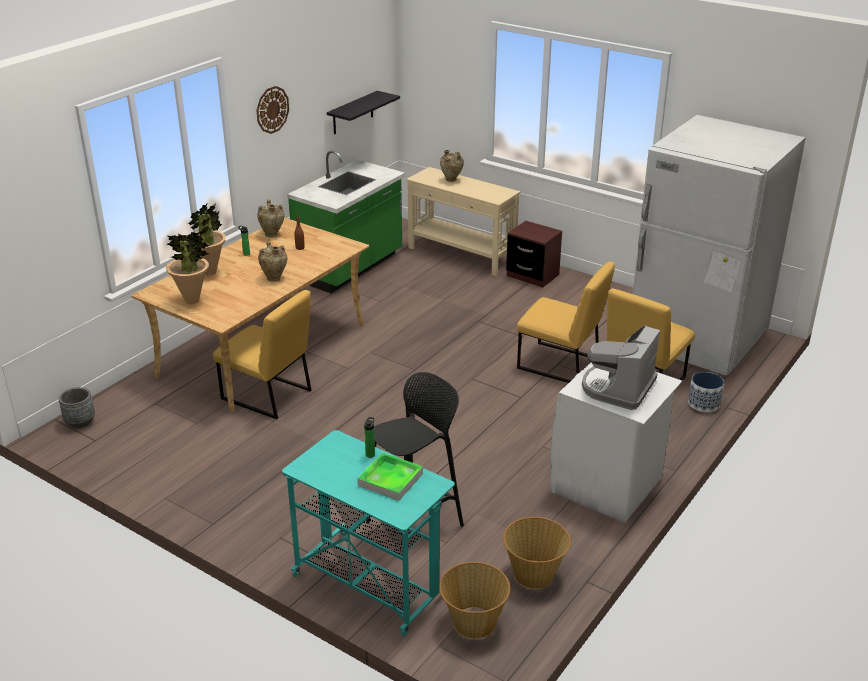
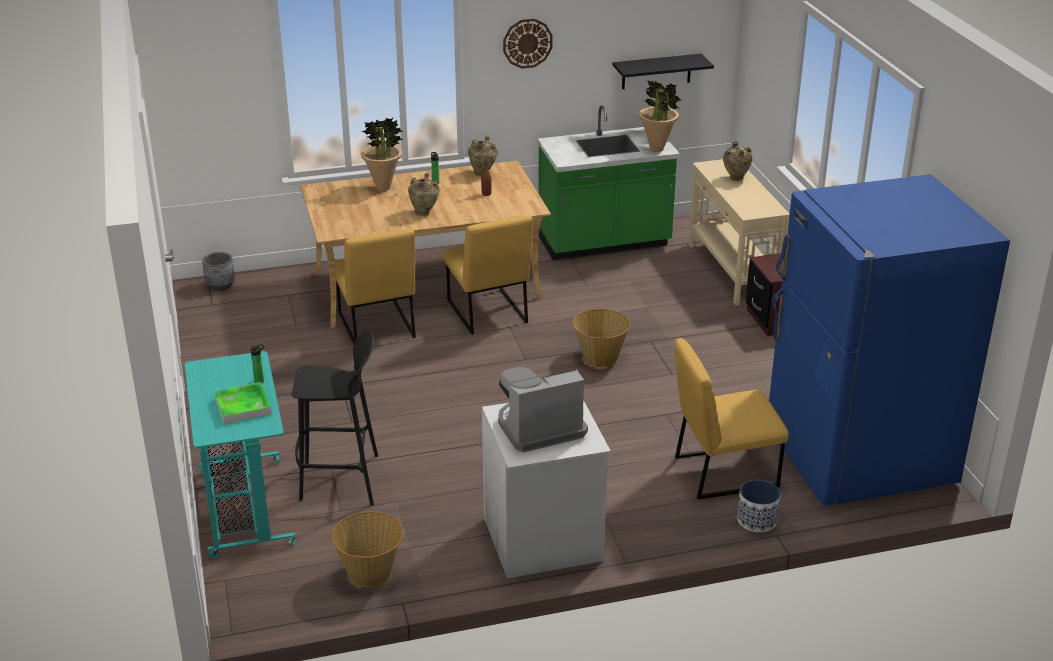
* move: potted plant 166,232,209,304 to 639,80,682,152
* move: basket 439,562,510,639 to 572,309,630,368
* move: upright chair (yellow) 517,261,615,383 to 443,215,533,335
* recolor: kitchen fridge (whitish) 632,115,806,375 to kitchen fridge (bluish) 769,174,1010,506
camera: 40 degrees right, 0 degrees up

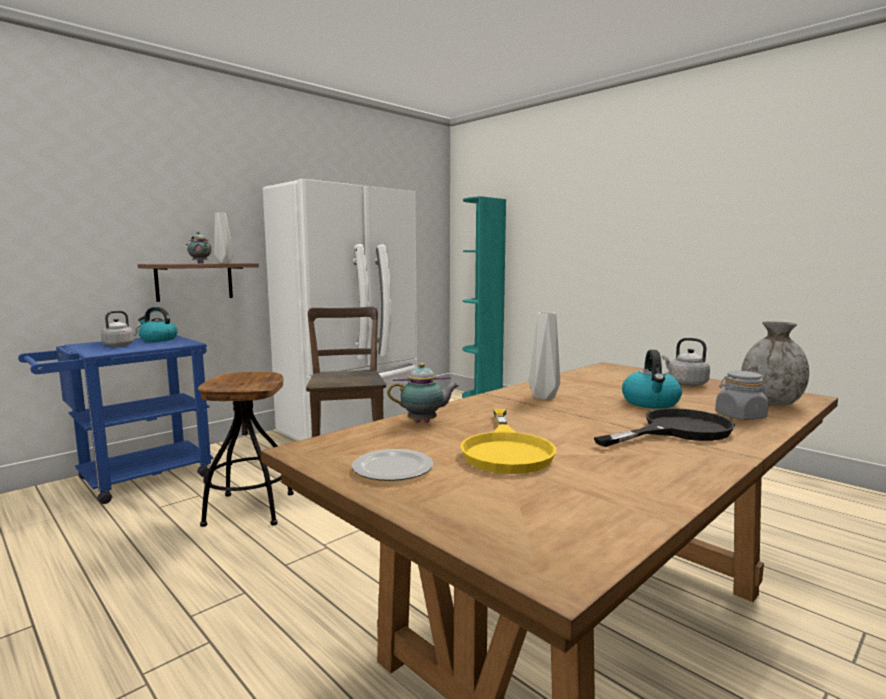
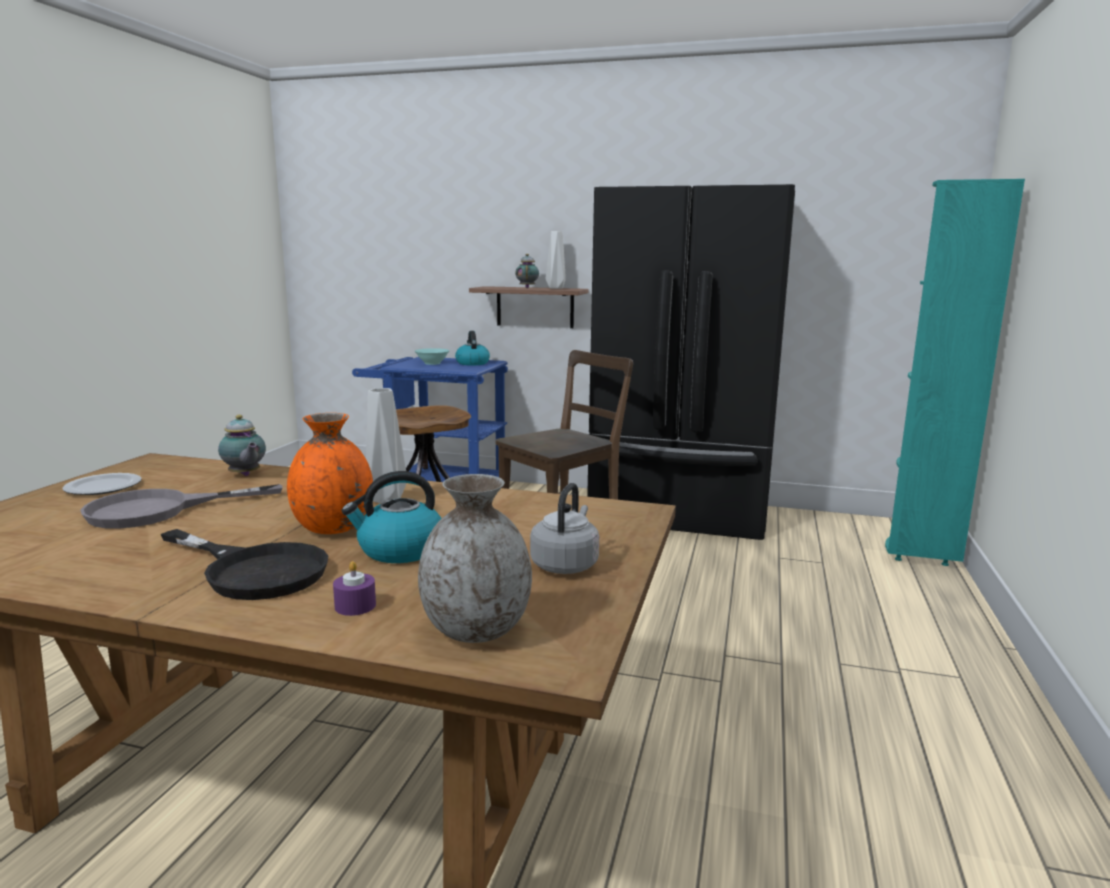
* replace: water kettle (gray) 101,311,141,347 to serving bowl (blue-green) 415,348,450,365
* recolor: kitchen fridge (whitish) 263,179,417,441 to kitchen fridge (black) 587,184,795,540
* recolor: skillet (yellow) 460,409,556,474 to skillet (gray) 80,484,283,528
* replace: preserve jar (gray) 715,371,769,420 to wax candle (purplish) 333,561,376,616
* insert: flower vase (orange-coloured) 287,413,373,534
camera: 60 degrees right, 5 degrees up

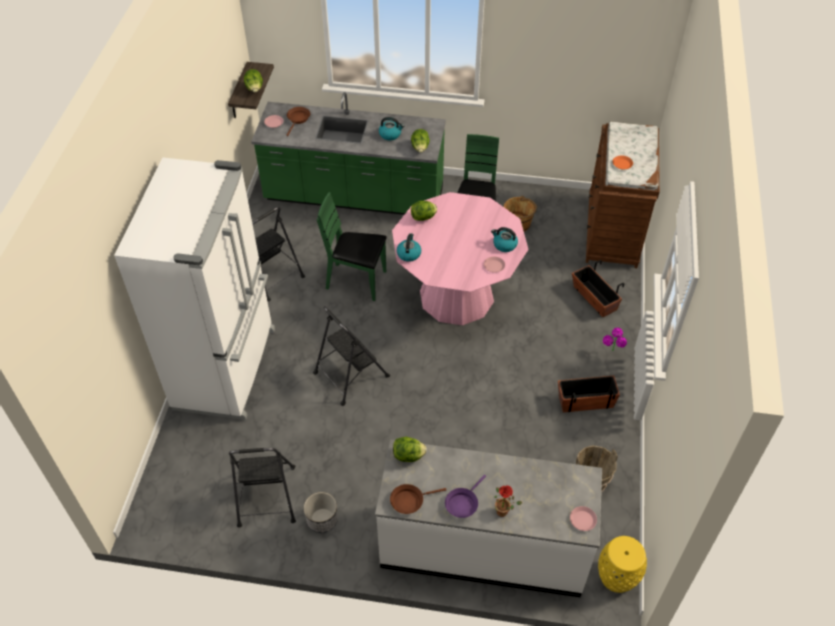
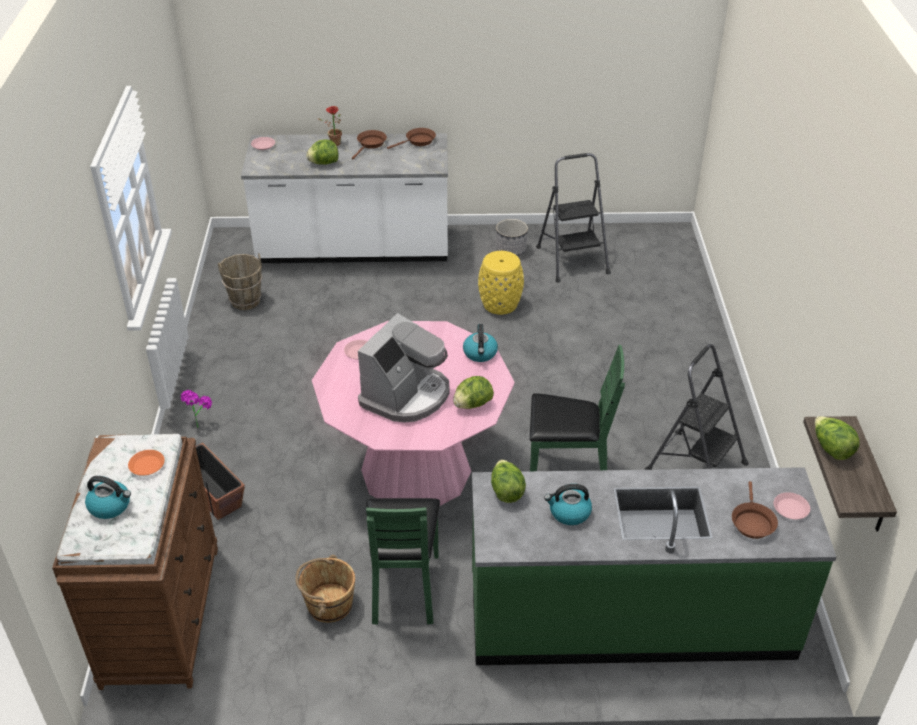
* delete: kitchen fridge (whitish) 114,157,275,420
* delete: stepladder (black) 313,306,390,406
* move: lettuce 393,437,427,462 to 306,139,339,165
* recolor: skillet (purplish) 445,475,486,518 to skillet (brown) 352,130,387,159
* move: water kettle 491,227,518,252 to 85,476,131,519
* delete: planter 558,376,620,412
* move: stool seat (yellow) 598,536,647,593 to 478,251,524,315
* insert: coffee machine 358,313,450,423
camera: 170 degrees right, 10 degrees down

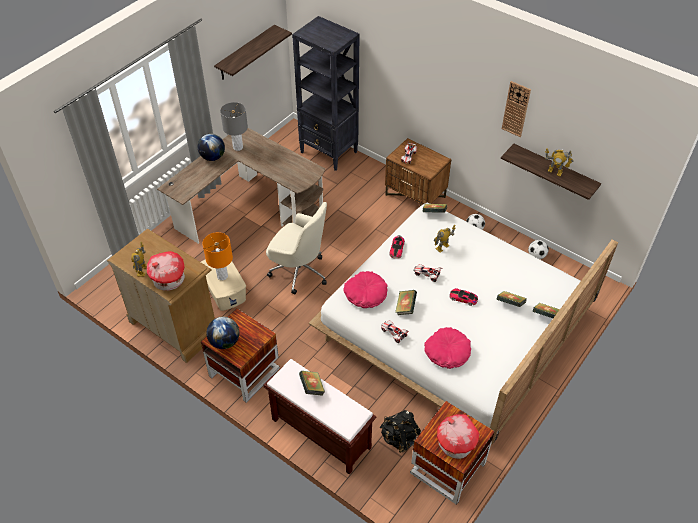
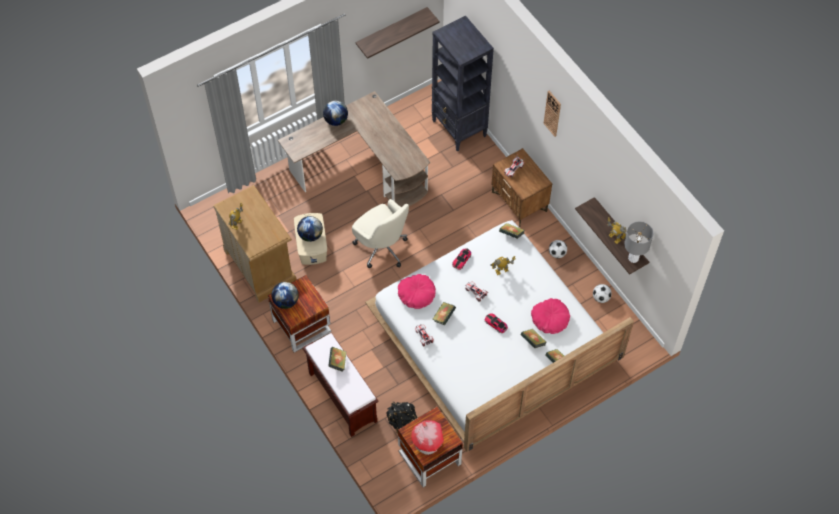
* delete: miniature house 147,251,185,291
* replace: tabletop lamp (orange-coloured) 202,232,233,280 to desk globe 297,216,323,242
* move: tabletop lamp (gray) 220,102,248,151 to 624,222,653,263
* move: throw pillow (pink-coloured) 424,327,471,369 to 531,298,570,334
* move: clock on the wall 502,81,531,137 to 544,91,561,137
camera: 20 degrees right, 10 degrees up

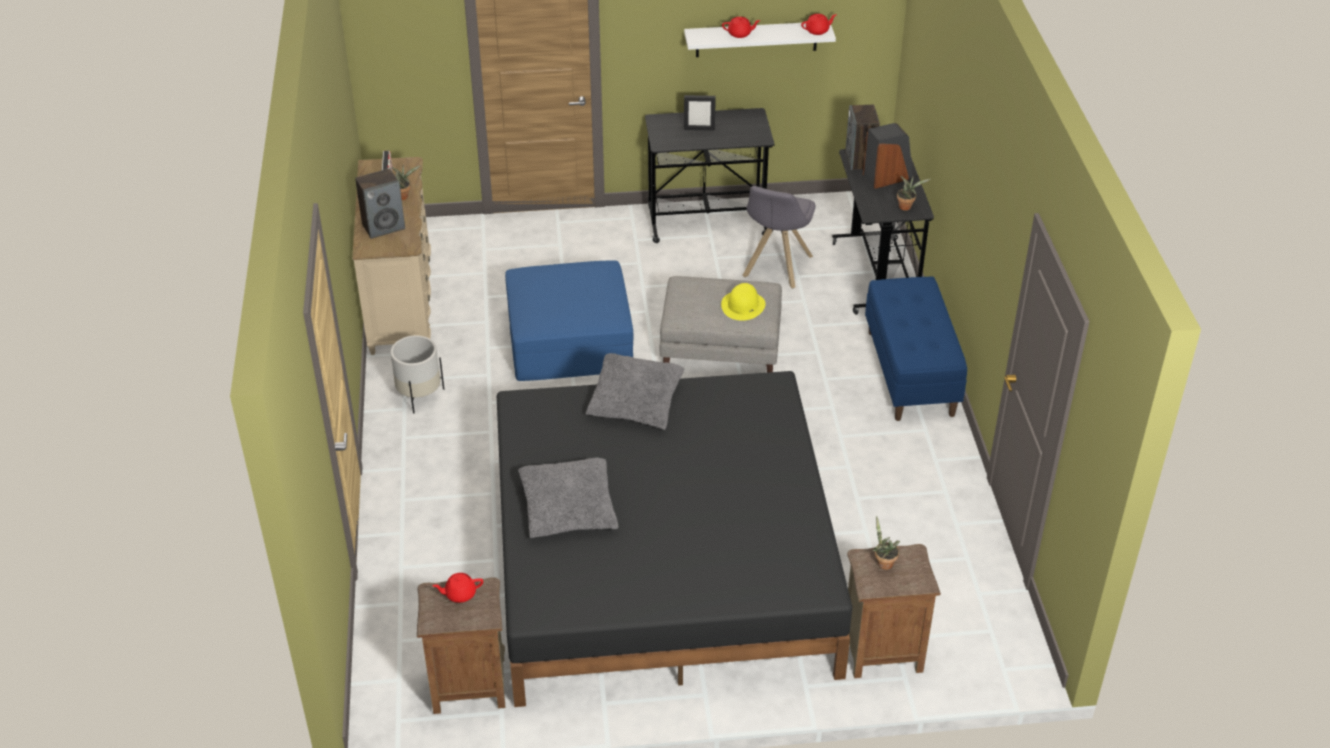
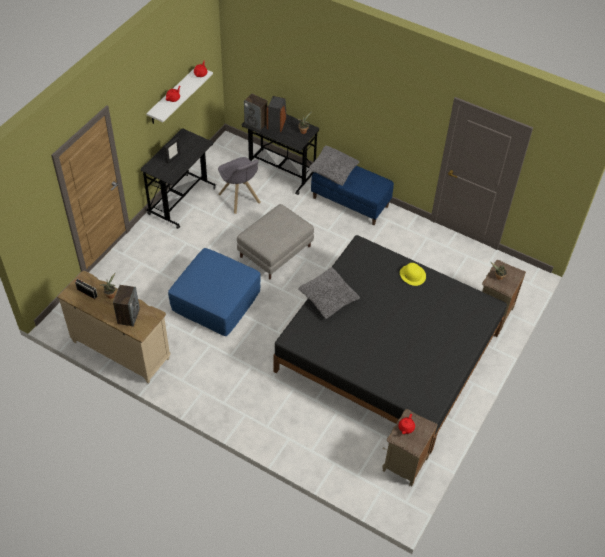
* delete: planter (whitish) 391,335,444,413
* move: throw pillow (gray) 518,458,618,538 to 308,146,359,186
* move: hat (yellow) 721,283,766,321 to 400,263,426,286
camera: 55 degrees left, 10 degrees up

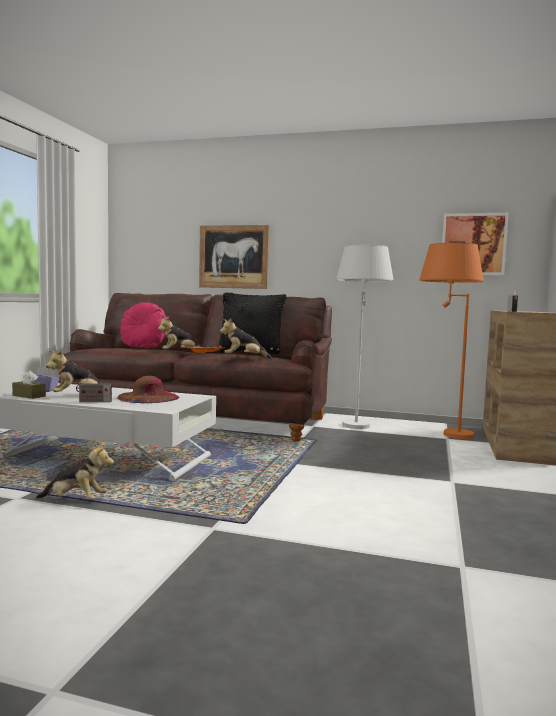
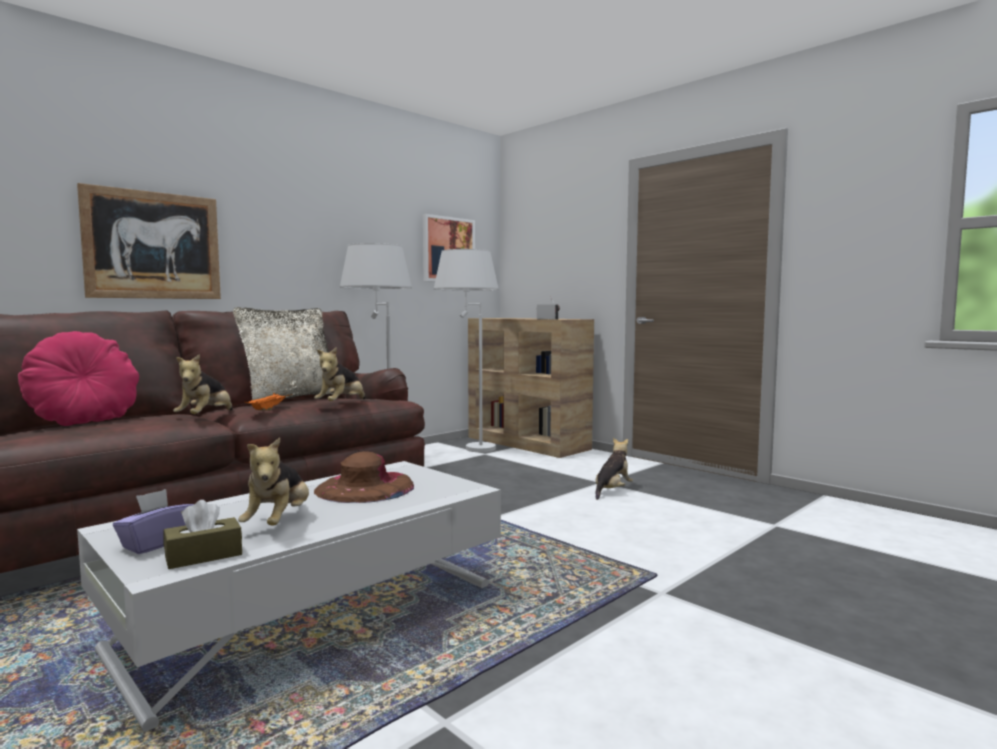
* move: plush toy 36,442,114,500 to 595,438,633,500
* delete: radio receiver 76,374,112,402
* recolor: throw pillow (black) 218,292,287,355 to throw pillow (beige-coloured) 233,307,334,400
* recolor: standing lamp (orange-coloured) 419,242,484,439 to standing lamp (whitish) 434,249,499,452
camera: 60 degrees left, 0 degrees up

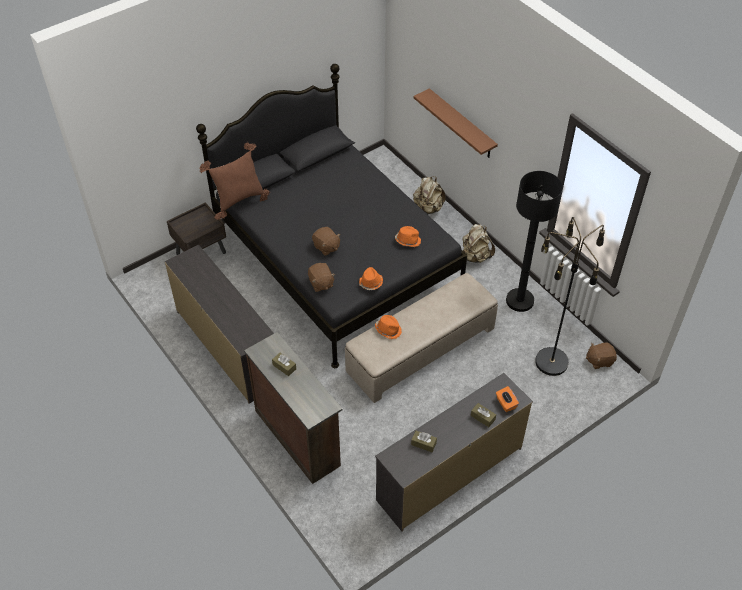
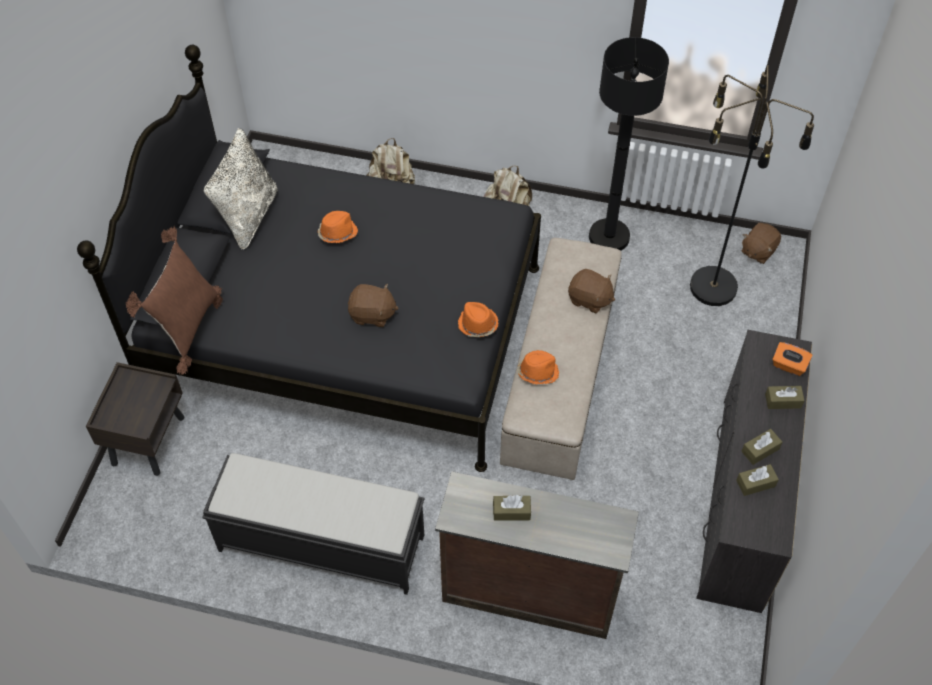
* replace: chest of drawers (black) 165,244,274,404 to indoor bench (black) 202,453,424,595
* move: plush toy (brown) 308,263,335,292 to 568,269,615,313
* move: hat (orange-coloured) 395,226,421,247 to 318,211,358,243
* delete: wall shelf (brown) 413,88,498,158
* insert: throw pillow (beige-coloured) 203,128,278,249
* insert: tissue box (brown) 741,429,782,465
camera: 40 degrees left, 5 degrees up

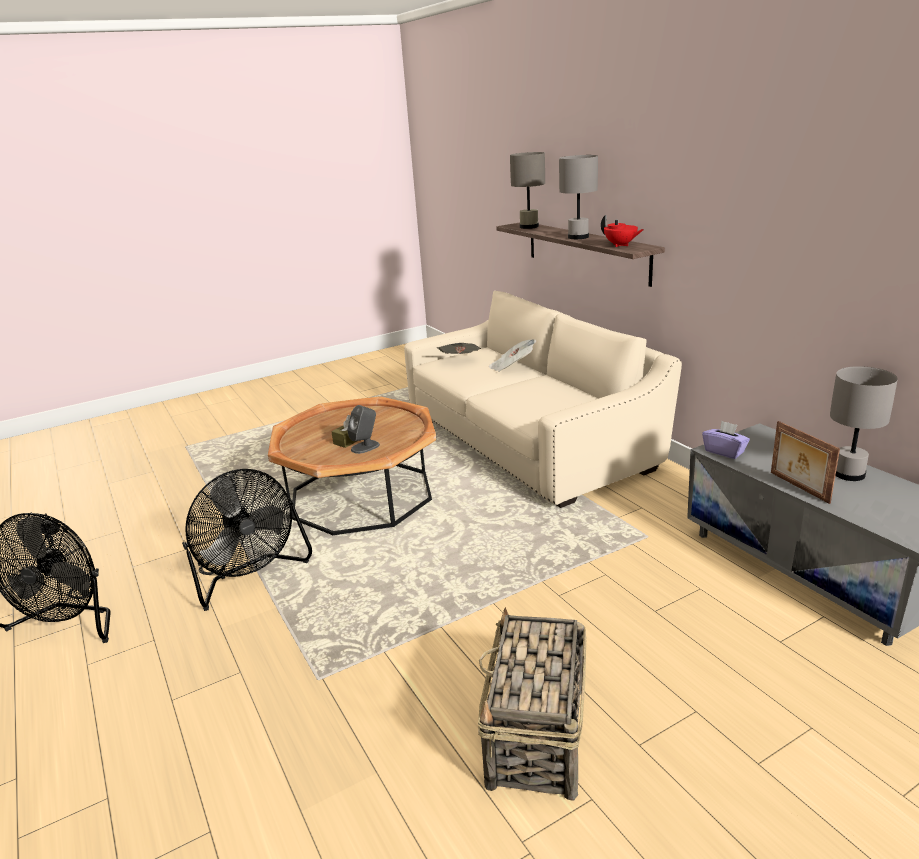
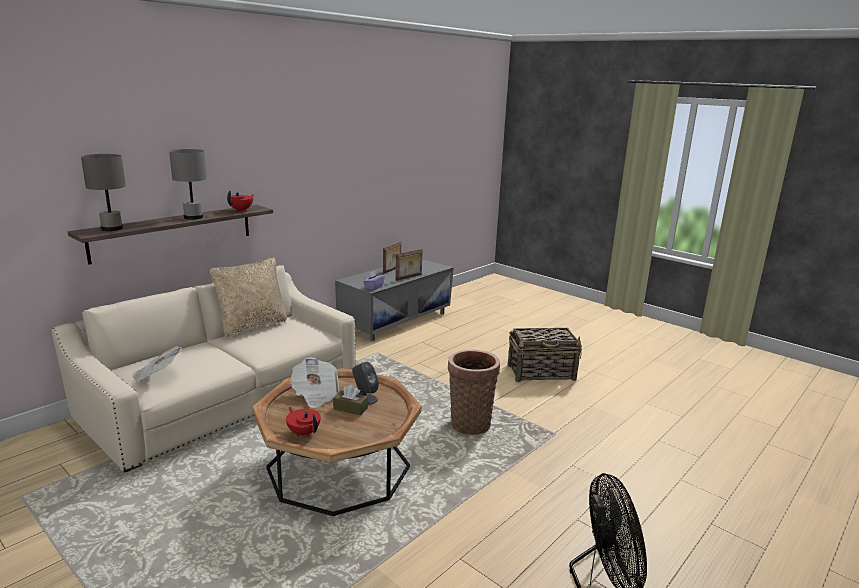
* delete: electric fan (black) 182,469,312,611
* move: daily paper 489,339,537,372 to 290,357,339,408
* replace: tabletop lamp (gray) 830,366,898,481 to standing frame 383,242,401,274
* insert: throw pillow (beige-coloured) 209,257,287,338
* insert: pot for tea (red) 286,407,321,436
* insert: basket 448,349,500,435
camera: 110 degrees left, 5 degrees down

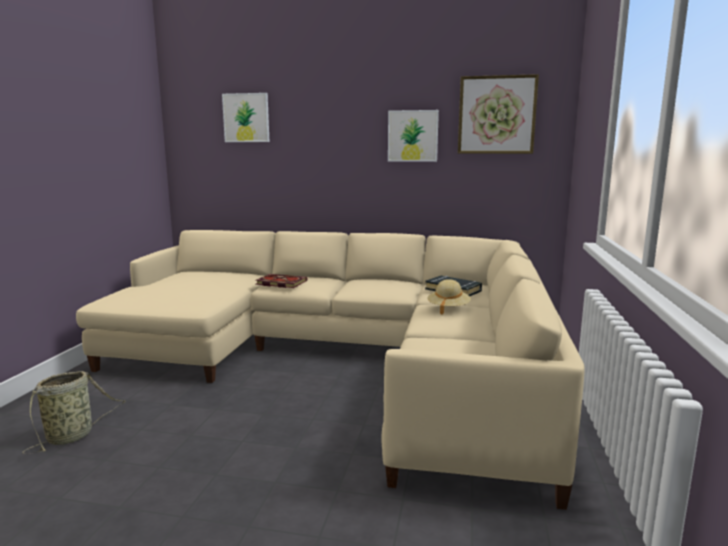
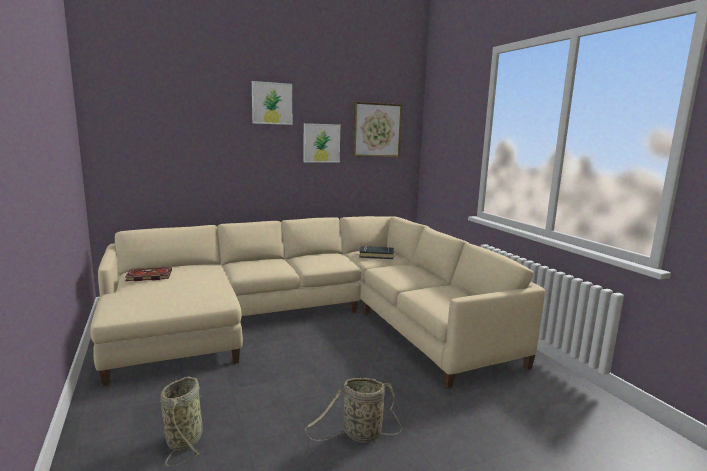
* move: wall picture 222,93,269,142 to 252,81,292,125
* move: volume 255,274,307,288 to 125,267,172,281
* delete: hat (beige-coloured) 428,279,471,315
* insert: basket 305,378,402,443
camera: 35 degrees left, 0 degrees up

